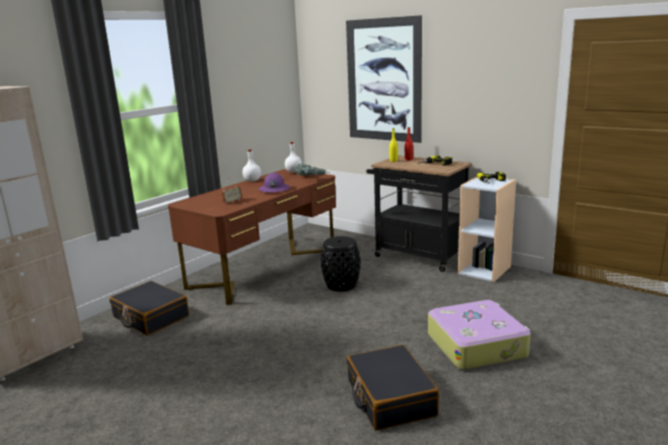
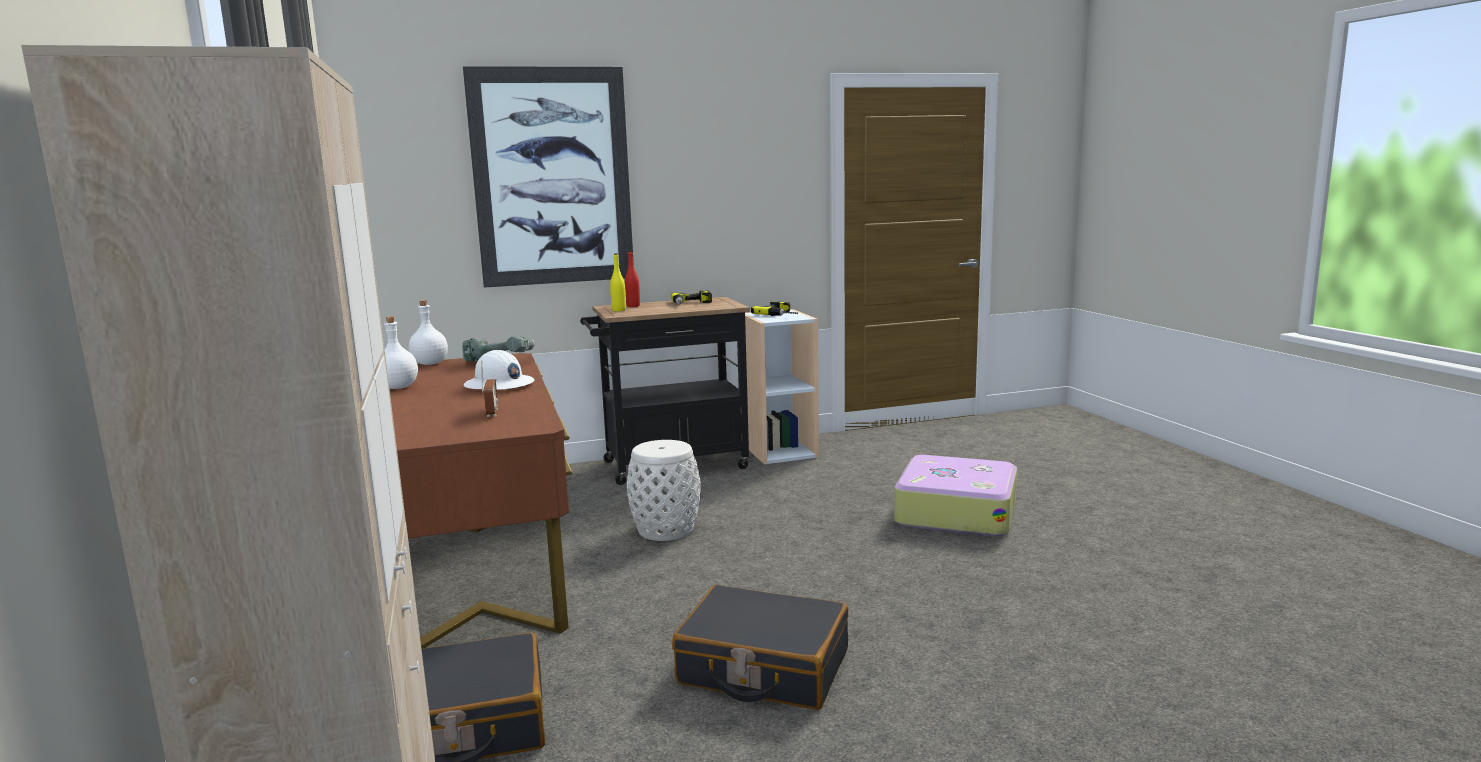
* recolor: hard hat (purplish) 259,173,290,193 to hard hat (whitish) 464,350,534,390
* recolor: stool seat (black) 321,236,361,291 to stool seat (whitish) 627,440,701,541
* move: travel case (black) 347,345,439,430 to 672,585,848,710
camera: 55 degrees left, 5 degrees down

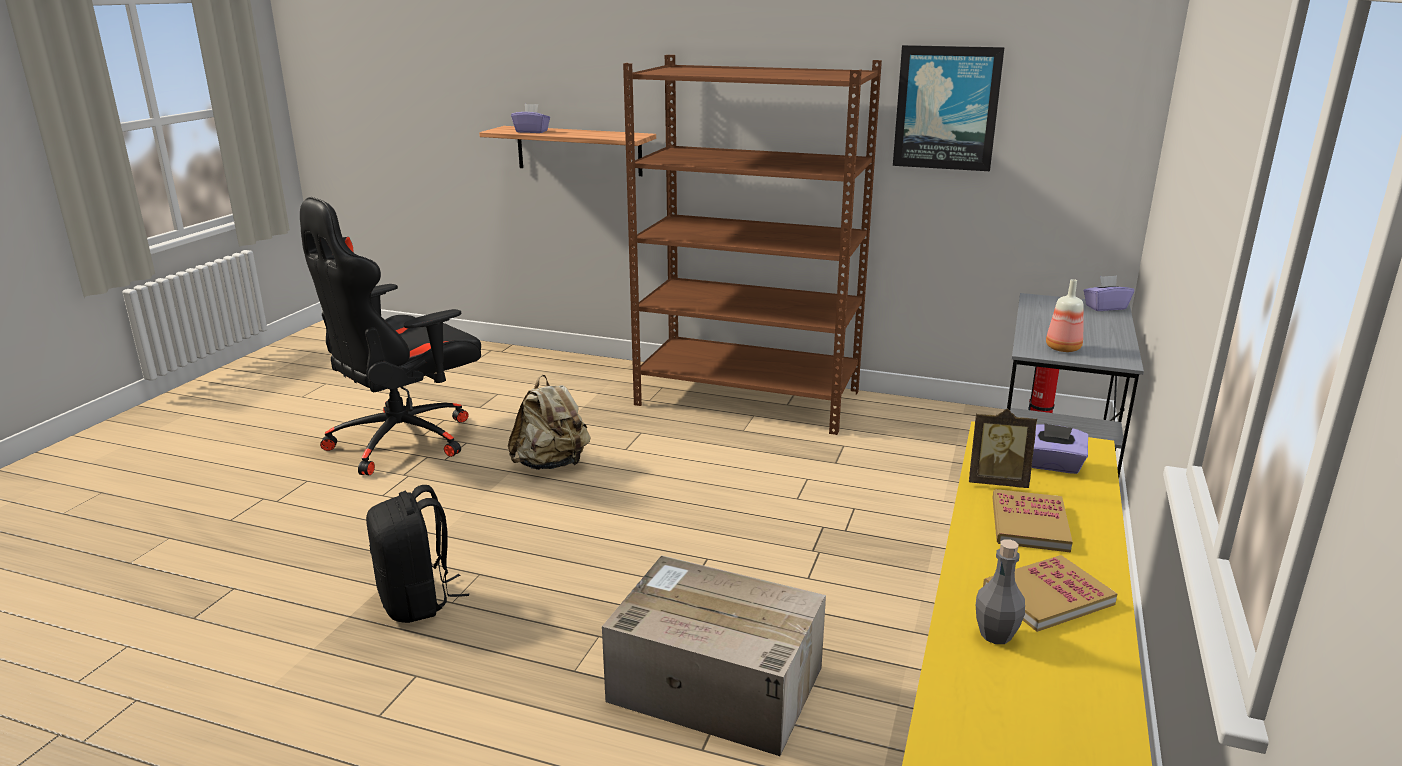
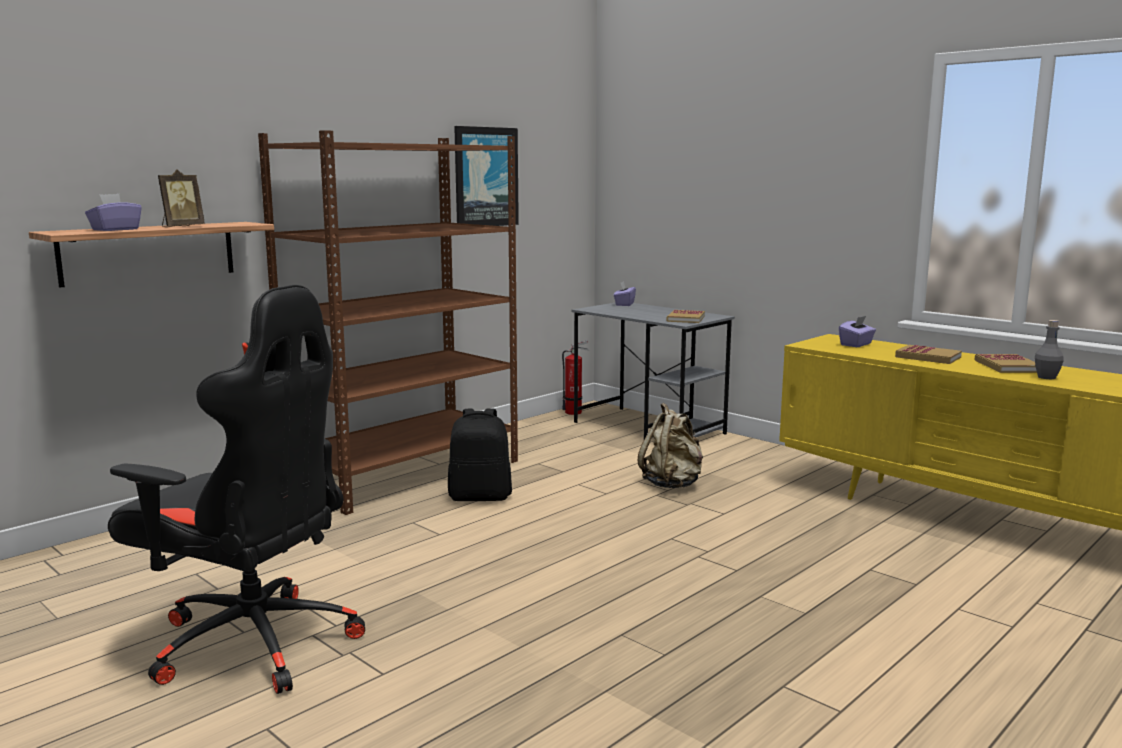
* rotate: desk chair (black) 300,197,481,475 = 108,285,365,694 45 degrees counterclockwise
* move: knapsack (black) 366,485,469,623 to 448,408,512,501
* move: knapsack (beige-coloured) 508,375,590,470 to 638,403,703,488
* delete: carton 602,555,826,756
* move: standing frame 969,408,1037,488 to 158,169,205,227
* replace: drink bottle 1046,279,1083,352 to volume 667,310,705,323
camera: 65 degrees left, 10 degrees down

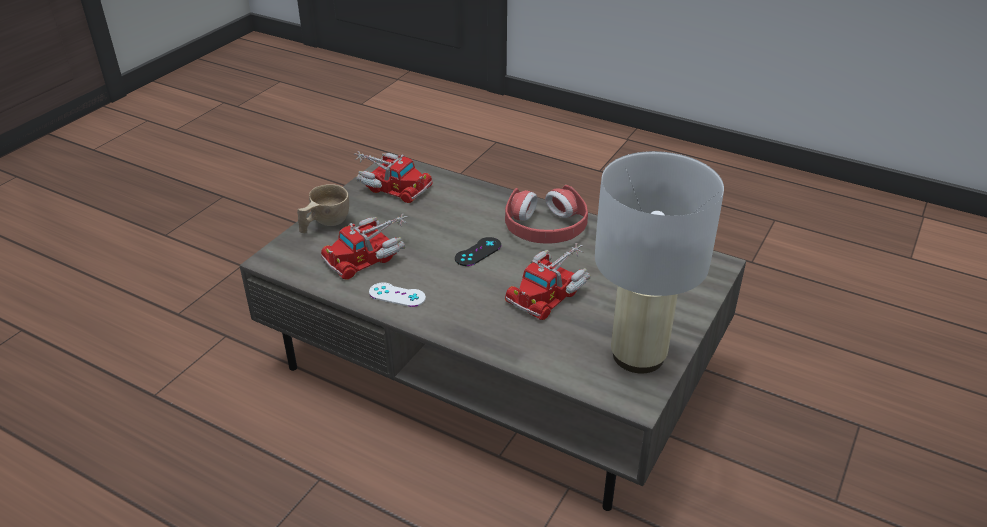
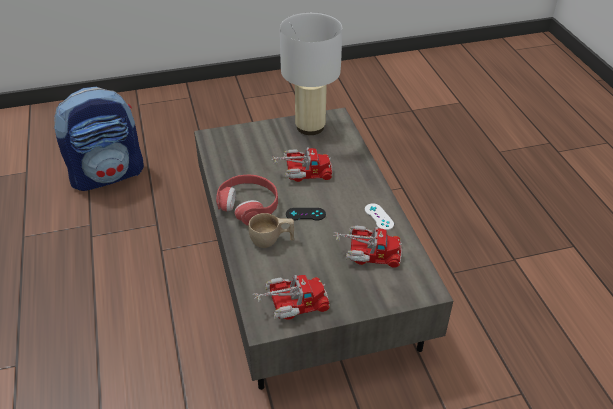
* move: drinking cup (beige-coloured) 297,184,349,233 to 249,213,294,248
* rotate: toy truck 354,151,433,203 = 252,275,330,320 90 degrees clockwise
* insert: knapsack 54,87,144,191
camera: 135 degrees left, 5 degrees up

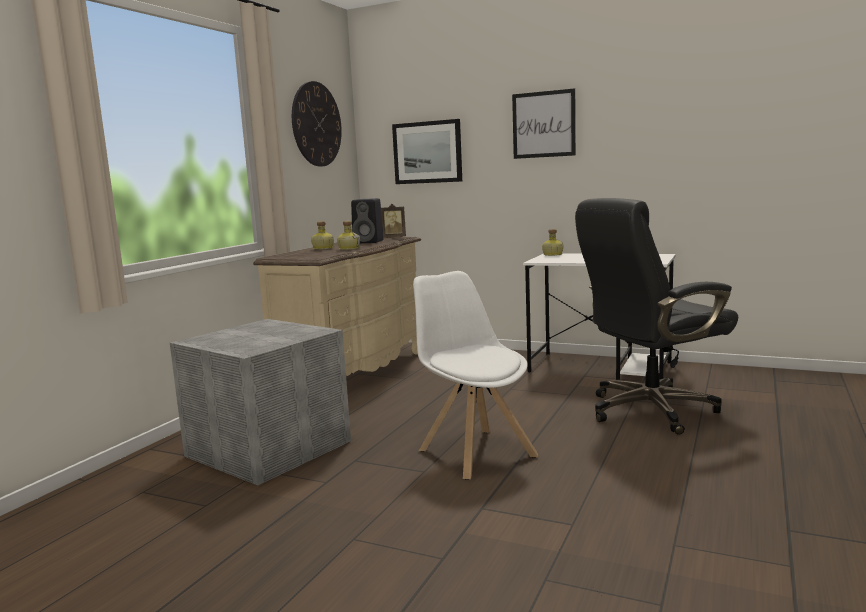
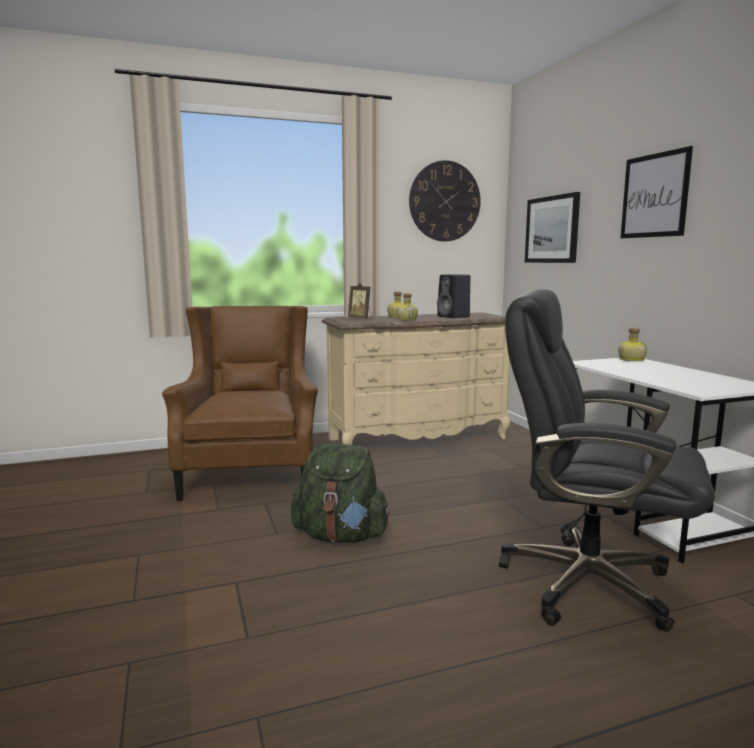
* replace: storage bin (gray) 170,319,351,485 to easy chair (brown) 162,306,318,501
* move: standing frame 381,204,406,238 to 348,283,372,319
* replace: upright chair (whitish) 413,271,538,480 to knapsack (green) 291,444,391,543
camera: 45 degrees right, 0 degrees up

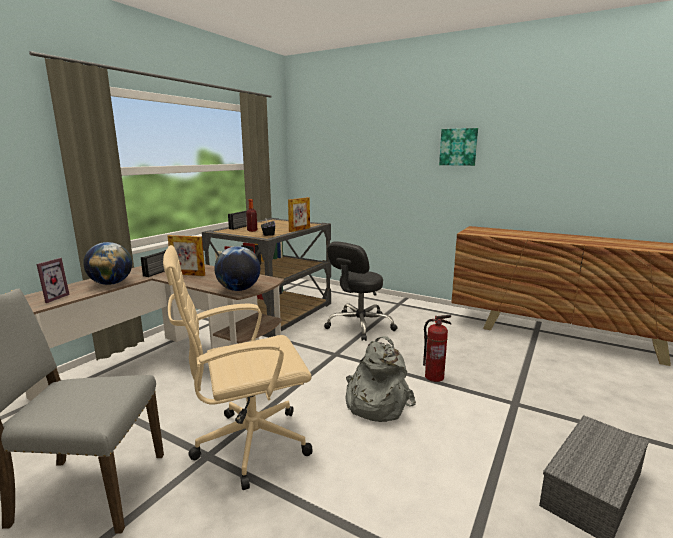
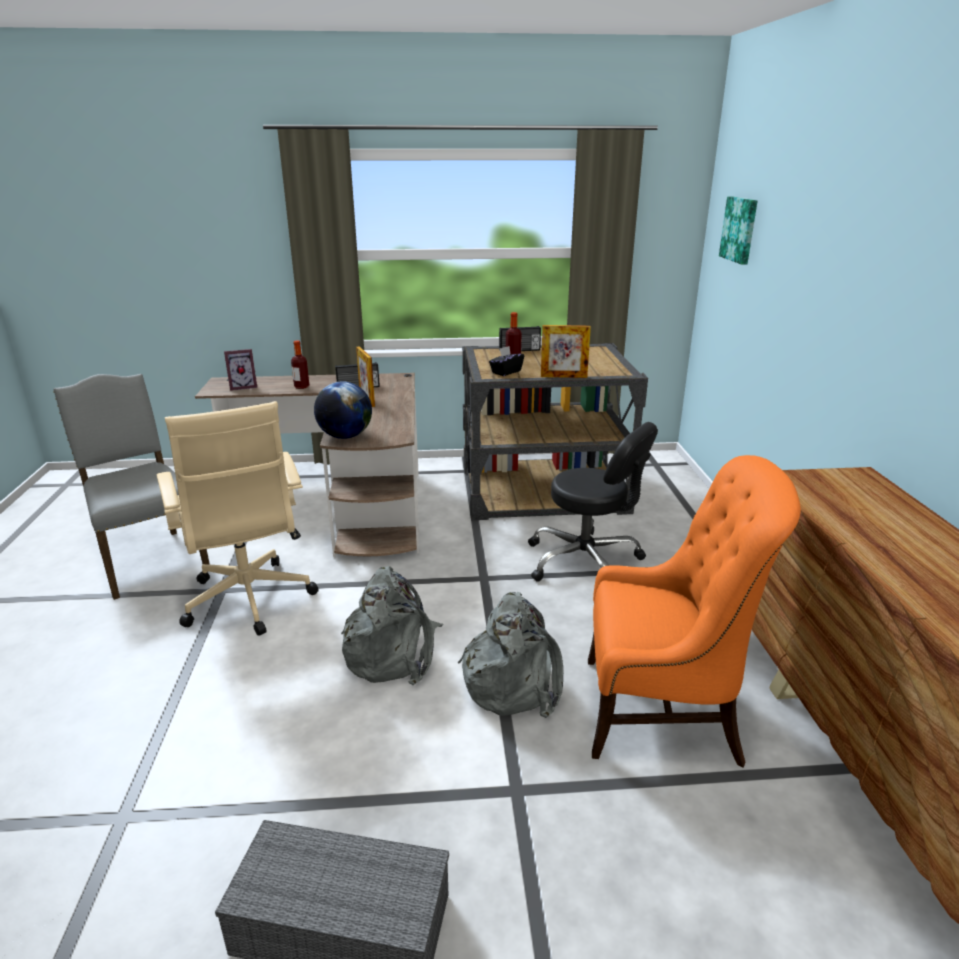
* replace: desk globe 83,242,132,285 to drink bottle 291,340,309,389
* rotate: desk chair (beige-coloured) 163,245,312,490 = 157,401,319,636 150 degrees counterclockwise
* rotate: desk chair (black) 324,241,398,341 = 528,422,658,582 150 degrees counterclockwise
* replace: fire extinguisher 423,315,452,382 to knapsack (gray) 458,592,563,718
* move: wall picture 439,128,478,166 to 719,196,757,265
* insert: upright chair (orange-coloured) 588,455,801,768
camera: 55 degrees right, 10 degrees up

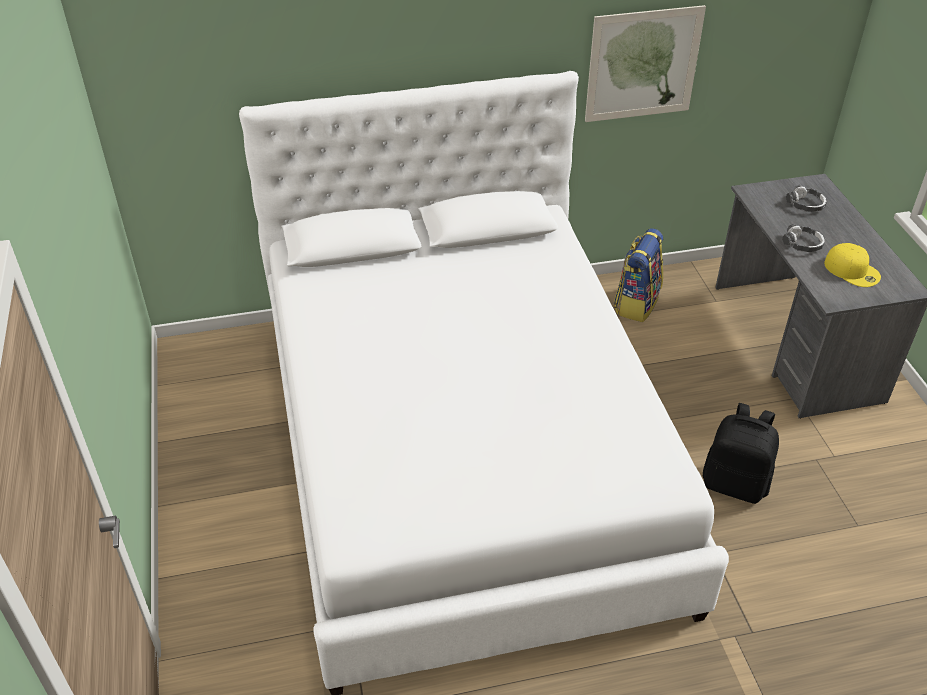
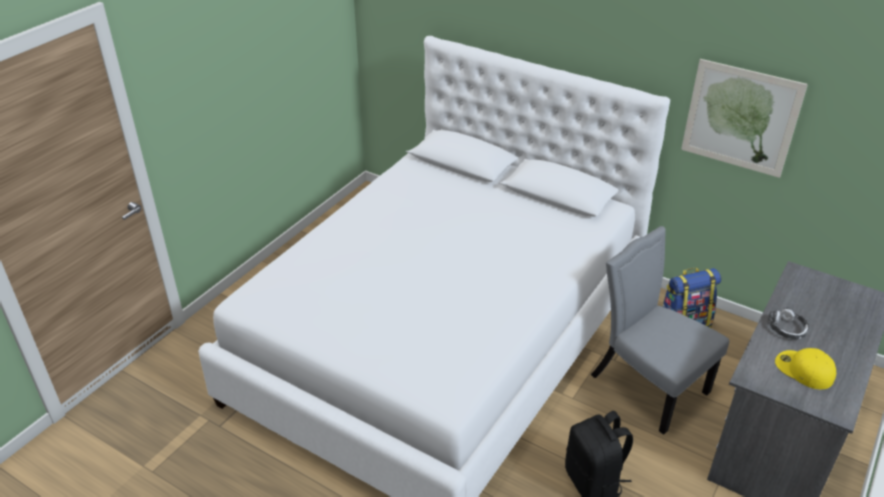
* delete: headphones 786,185,827,212
* rotate: baseball cap (yellow) 824,243,881,287 = 775,348,836,389 135 degrees clockwise
* insert: upright chair (gray) 591,226,729,435
camera: 45 degrees right, 5 degrees down

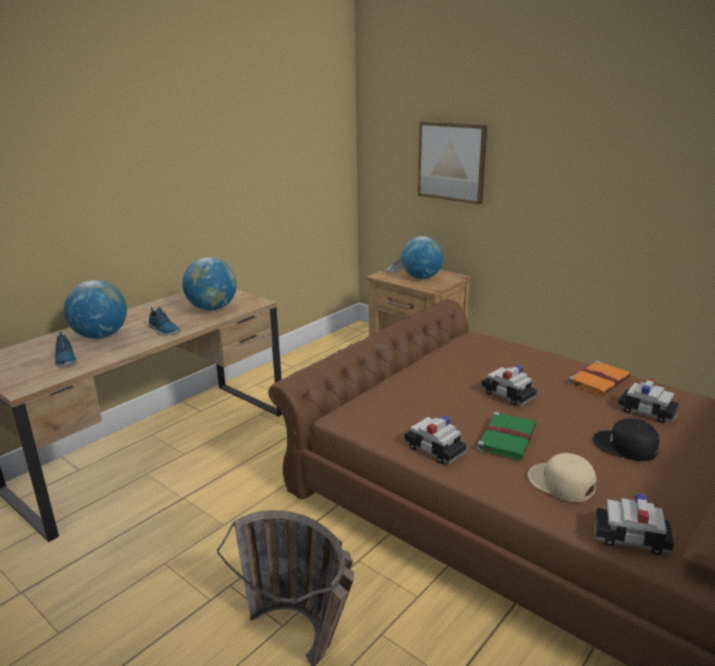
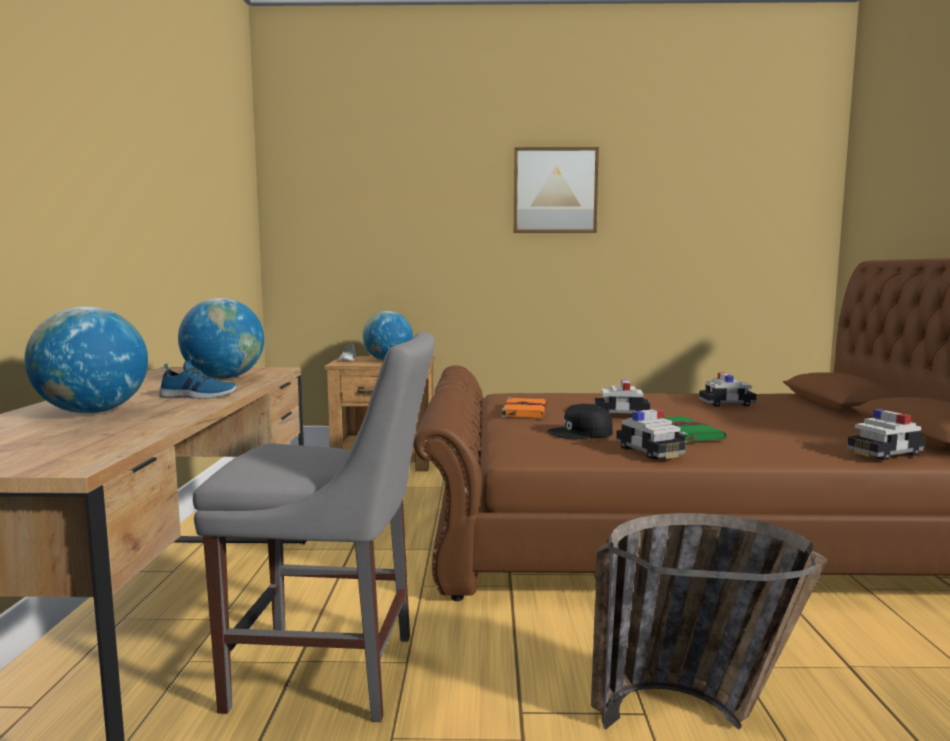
* delete: low shoe 54,332,77,366
* rotate: miniature car 405,415,466,464 = 616,409,686,460 120 degrees counterclockwise
* move: wall picture 418,122,487,204 to 514,147,599,233
* delete: baseball cap (beige-coloured) 528,453,597,502
* move: volume (orange-coloured) 567,361,631,396 to 501,397,547,418
* move: baseball cap (black) 593,418,660,461 to 547,404,613,439
* insert: upright chair (gray) 193,332,435,722
camera: 40 degrees left, 15 degrees down

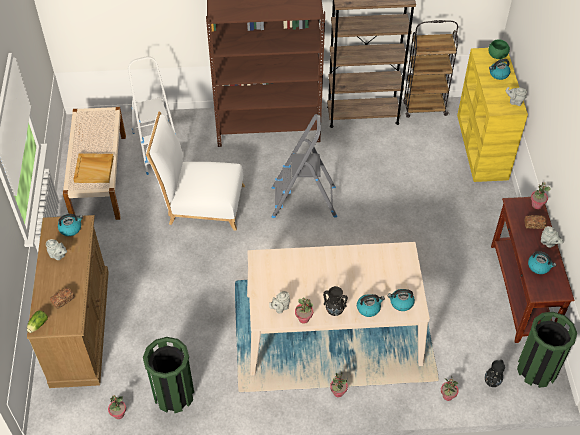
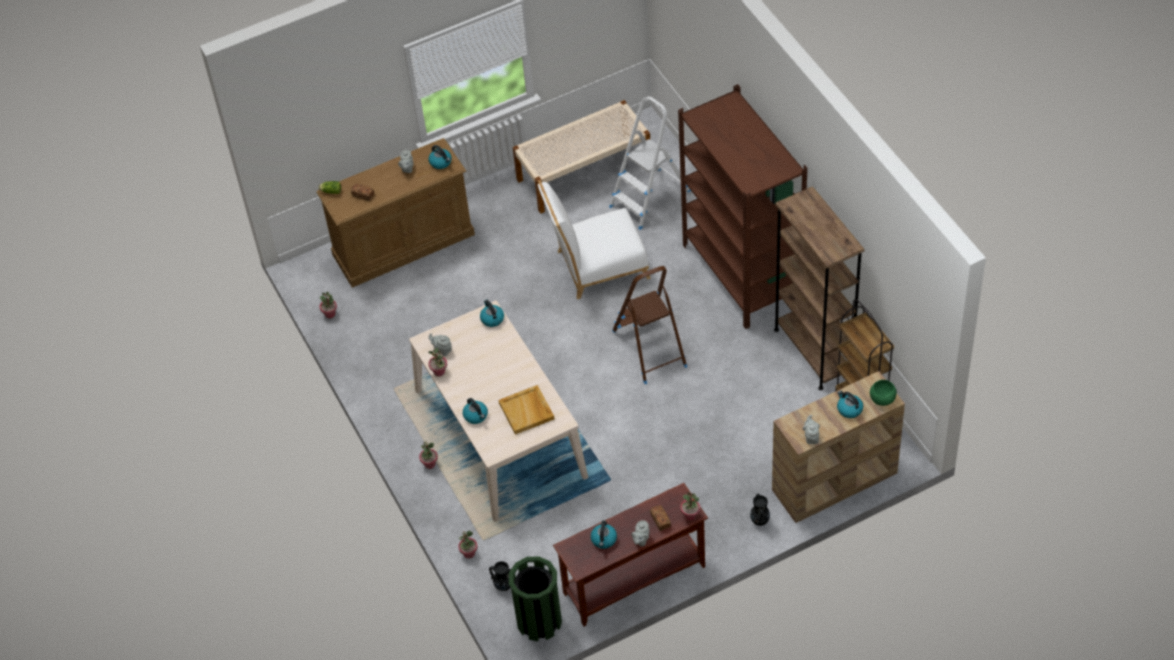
* move: tray (beige-coloured) 73,154,114,183 to 499,385,554,435
* delete: waste bin (green) 143,337,194,413
* rotate: upright chair (whitish) 146,112,245,231 = 538,180,651,299 90 degrees counterclockwise
* recolor: stepladder (gray) 271,114,337,218 to stepladder (brown) 612,266,687,384
* move: flower vase (black) 323,286,348,316 to 750,494,770,526
* move: water kettle 387,289,415,311 to 480,299,504,327
* recolor: bookcase (yellow) 457,48,528,182 to bookcase (brown) 772,371,905,523
camera: 70 degrees right, 0 degrees up

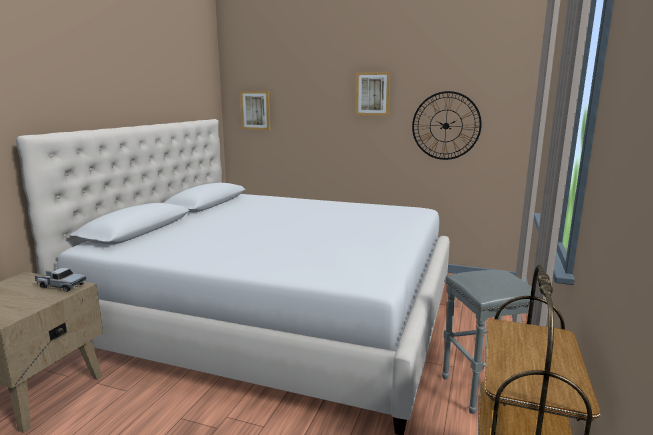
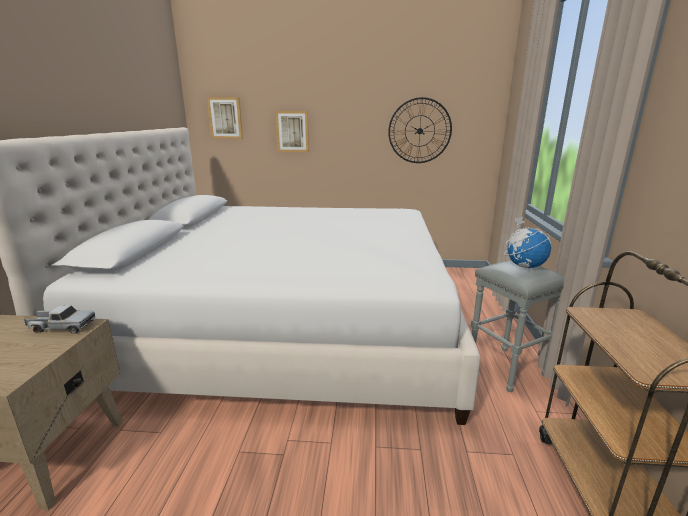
* move: wall picture 356,72,390,116 to 275,111,309,152
* insert: desk globe 504,217,552,269
camera: 15 degrees left, 5 degrees up

